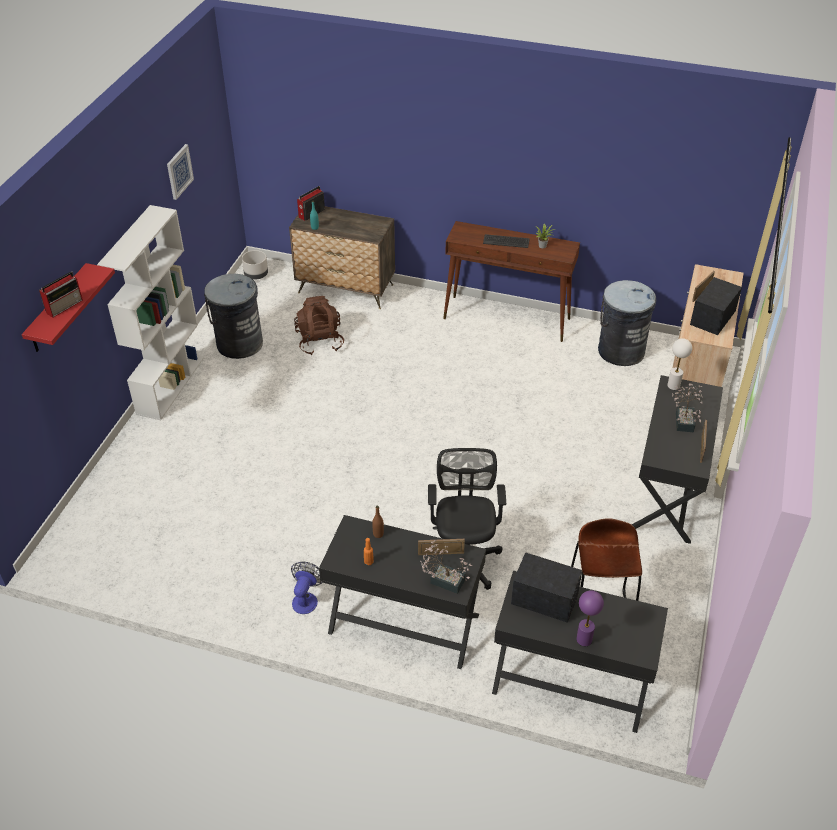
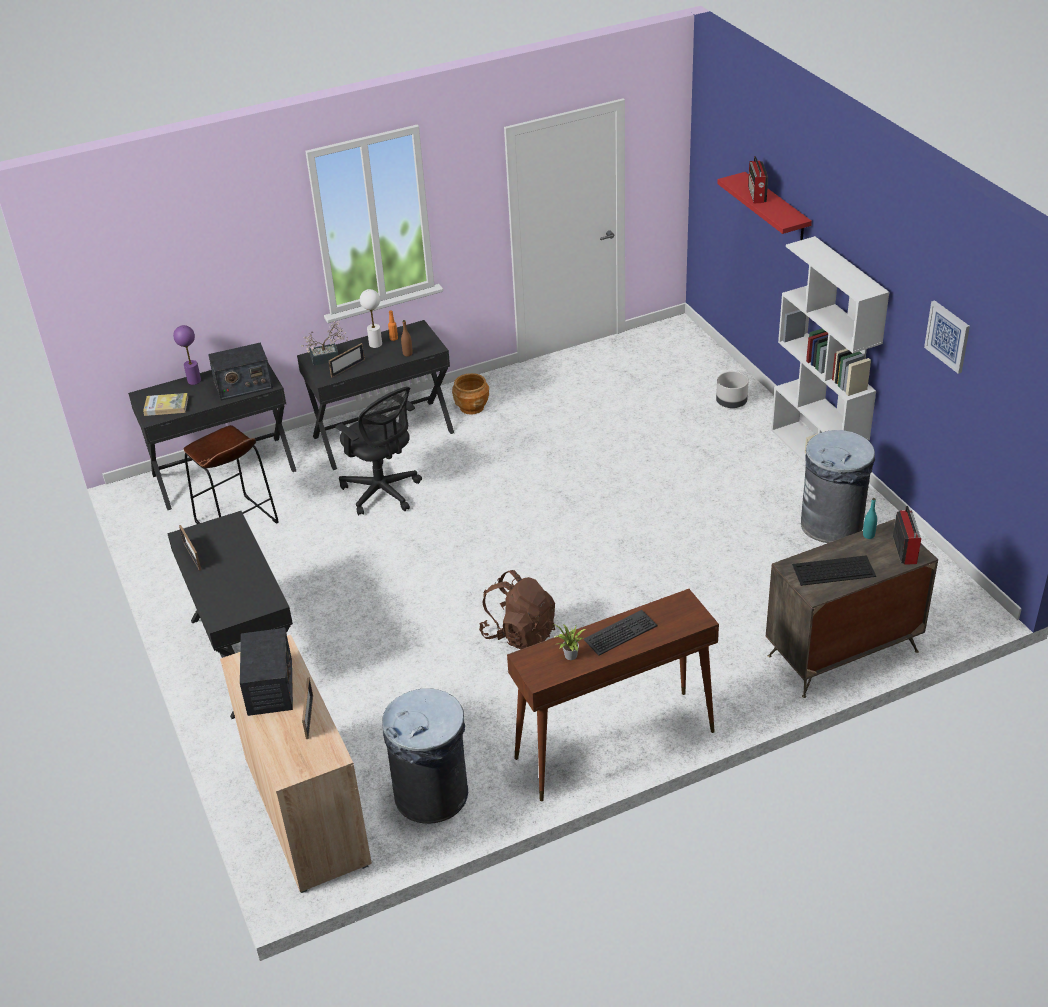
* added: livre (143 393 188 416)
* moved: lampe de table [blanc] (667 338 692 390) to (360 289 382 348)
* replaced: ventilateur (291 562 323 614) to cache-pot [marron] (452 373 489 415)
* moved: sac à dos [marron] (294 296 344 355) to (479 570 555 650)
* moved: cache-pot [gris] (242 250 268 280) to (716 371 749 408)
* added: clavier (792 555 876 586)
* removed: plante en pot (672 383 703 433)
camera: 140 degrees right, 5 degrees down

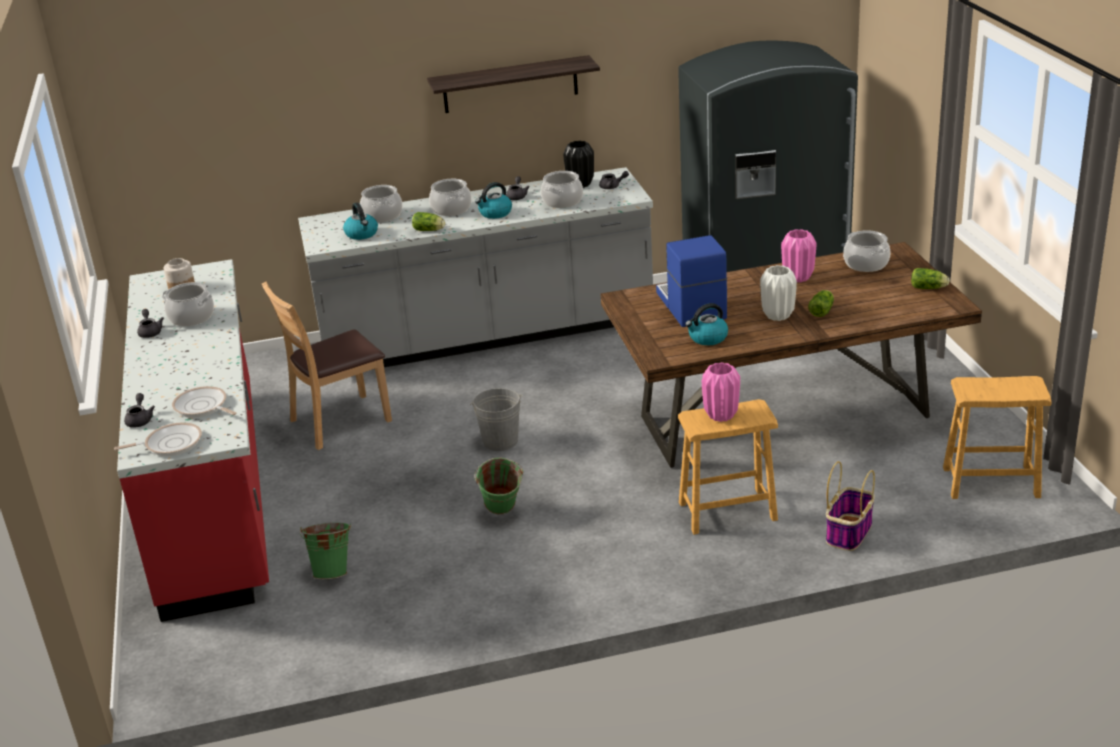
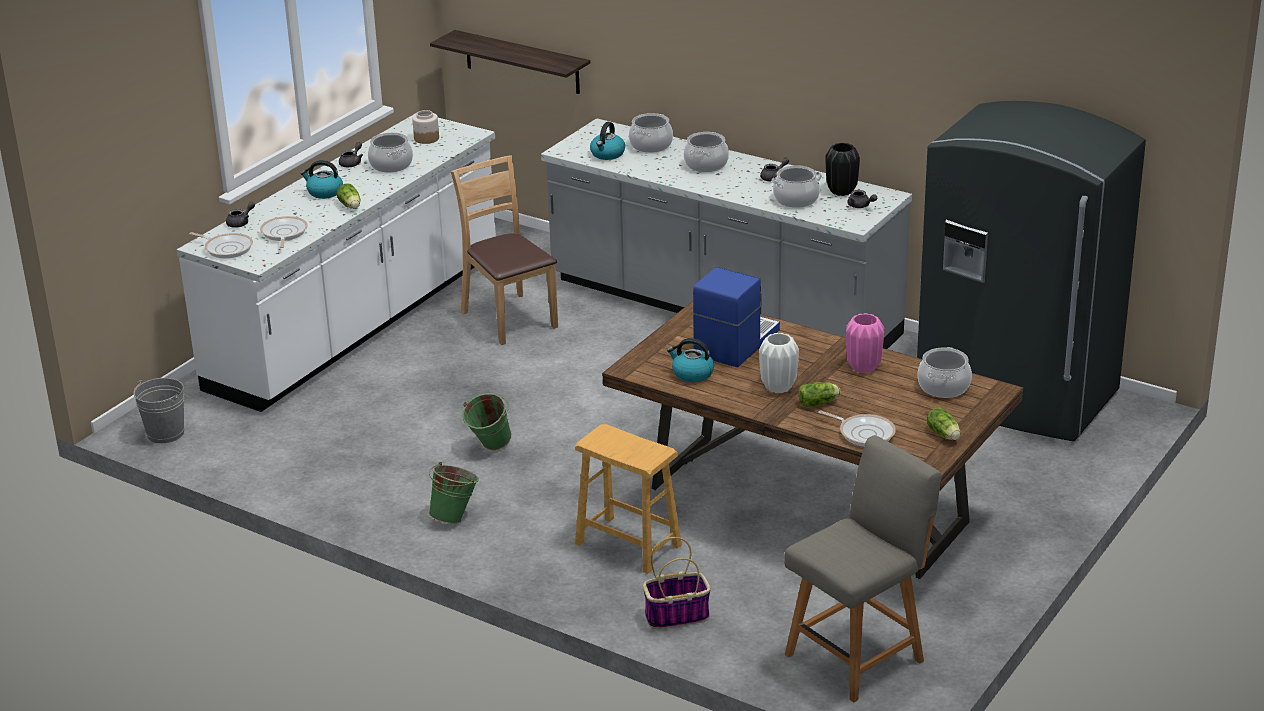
* moved: seau [gris] (470 388 523 451) to (133 378 184 443)
* recoloured: comptoir de cuisine [rouge] (117 259 269 622) to comptoir de cuisine [blanc] (177 113 496 412)
* moved: bouilloire (475 182 512 219) to (301 160 343 199)
* moved: laitue (412 212 445 231) to (337 183 360 209)
* moved: seau [vert] (300 523 351 579) to (429 462 479 524)
* moved: étagère (427 55 600 113) to (430 30 590 94)
* turned: chaise [marron] (262 282 392 450) = (451 155 558 345) 45 degrees clockwise
* replaced: tabouret [marron] (943 376 1051 499) to chaise [gris] (784 435 942 702)
* added: poêle (818 410 896 447)
* removed: vase [rose] (702 362 740 422)
camera: 45 degrees right, 0 degrees up

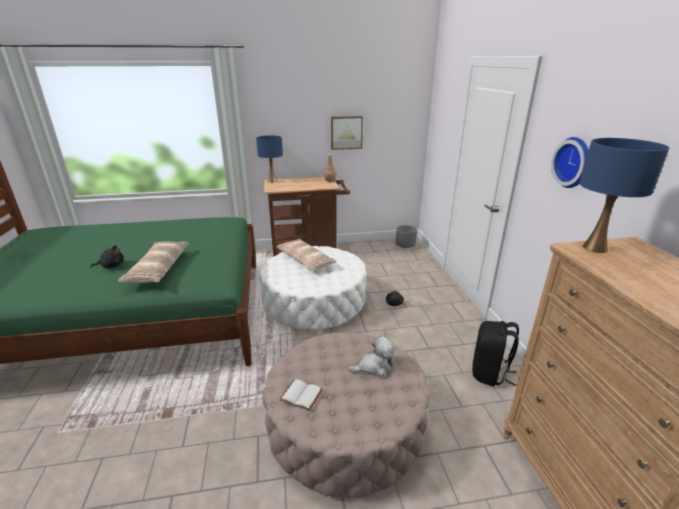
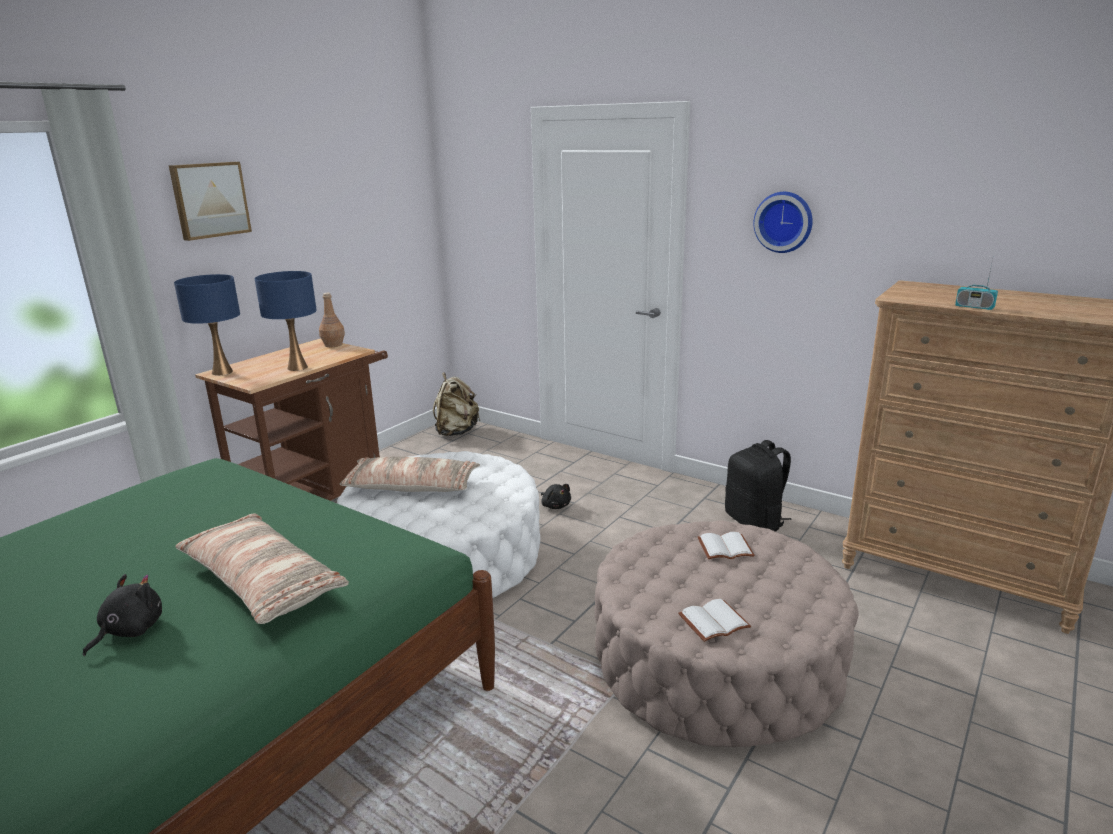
* moved: tableau (331 116 363 150) to (169 162 252 241)
* moved: lampe de table [bleu] (580 138 669 253) to (255 271 317 371)
* replaced: cache-pot [gris] (396 225 417 248) to sac à dos [beige] (433 372 480 436)
* replaced: peluche (348 335 396 377) to livre [blanc] (698 532 755 559)
* added: radio (955 259 998 310)
camera: 45 degrees left, 5 degrees down

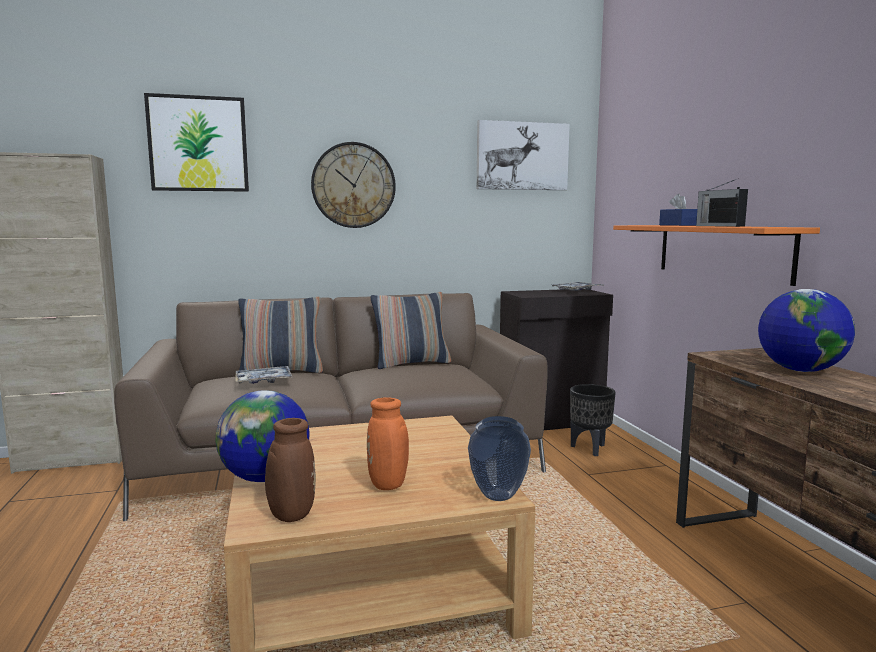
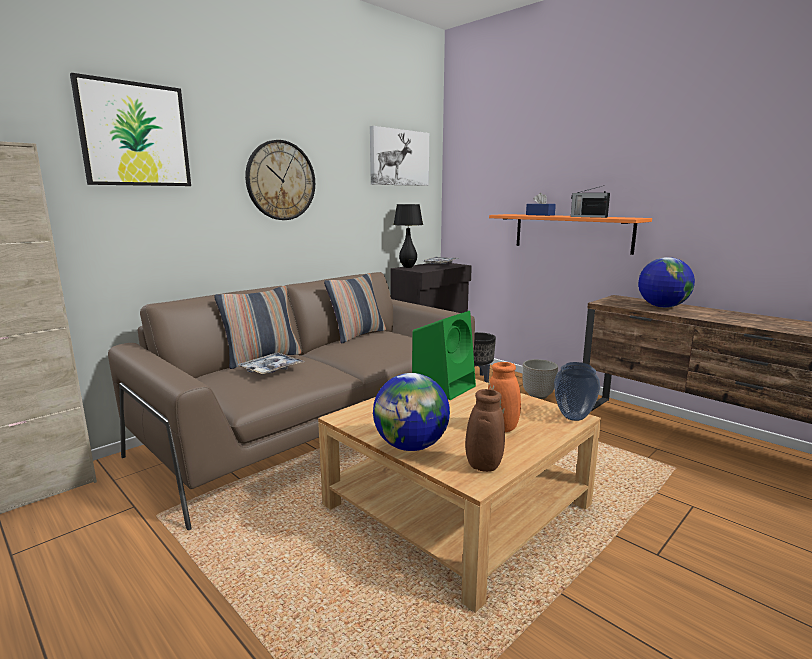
* added: lampe de table [noir] (393 204 423 268)
* added: enceinte [vert] (412 311 476 400)
* added: cache-pot (522 359 558 399)
camera: 30 degrees left, 5 degrees up

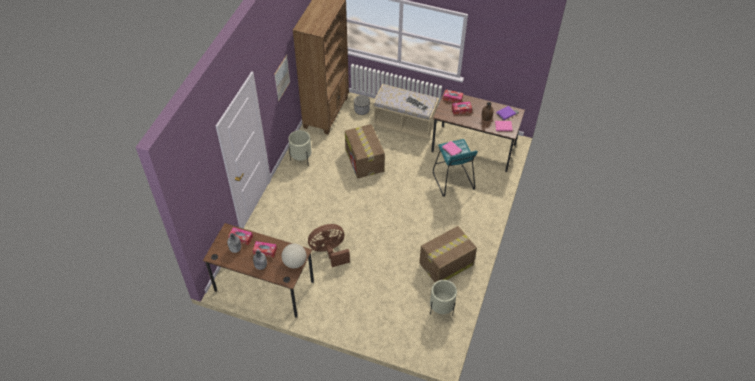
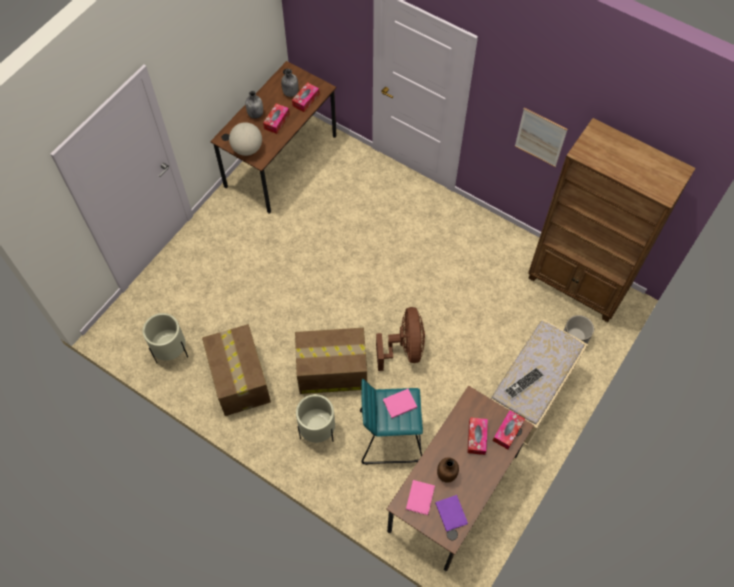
* moved: carton (345 124 385 178) to (295 328 367 394)
* moved: cache-pot [beige] (288 130 312 163) to (296 394 335 443)
* moved: ventilateur [marron] (308 224 350 267) to (376 307 425 371)
camera: 105 degrees right, 10 degrees up

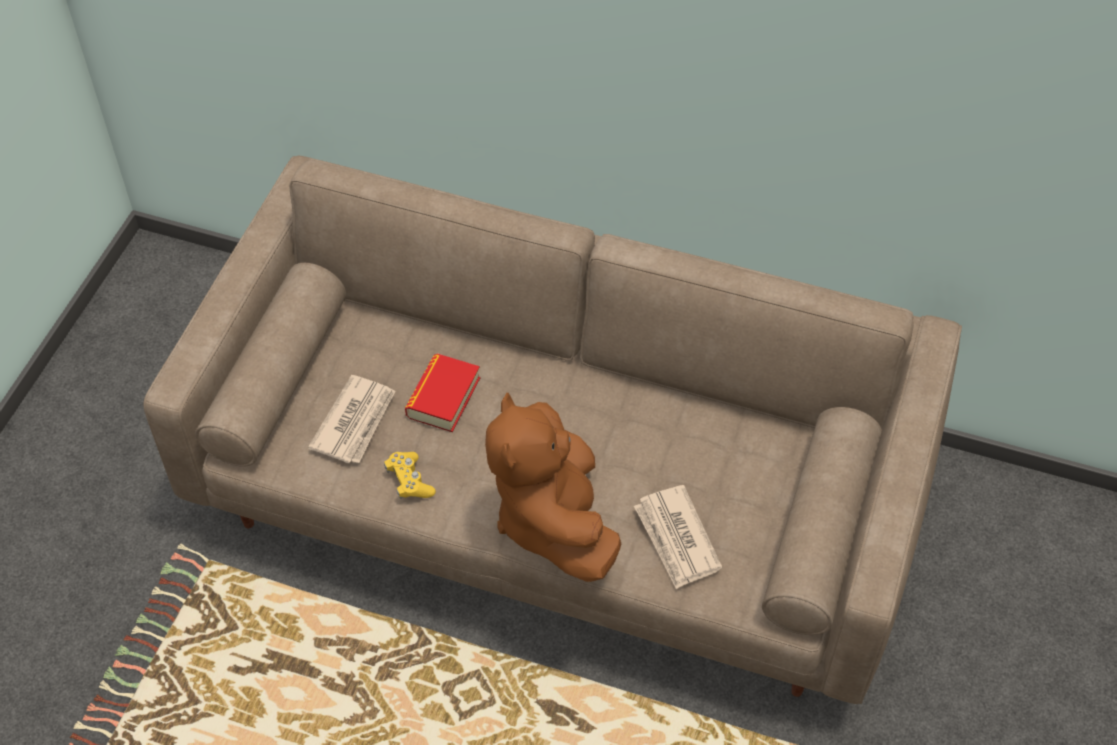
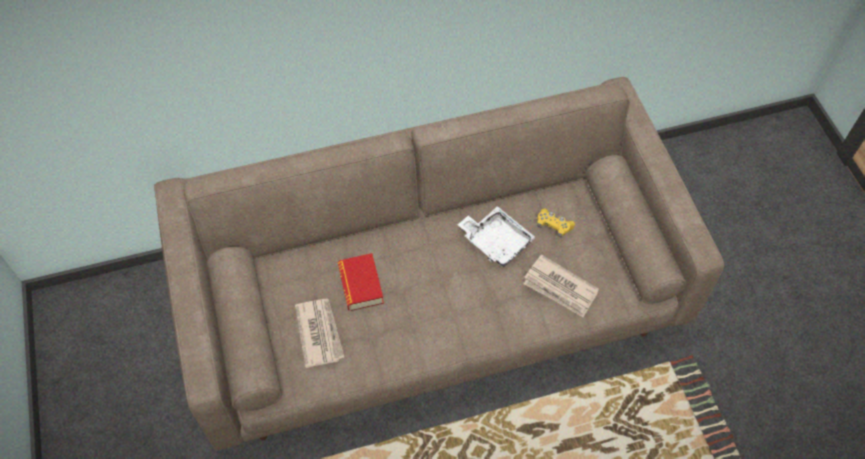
* added: plateau [blanc] (458 206 536 267)
* moved: manette [jaune] (384 452 436 499) to (537 209 575 238)
* removed: peluche [marron] (485 393 621 582)
camera: 35 degrees left, 5 degrees up

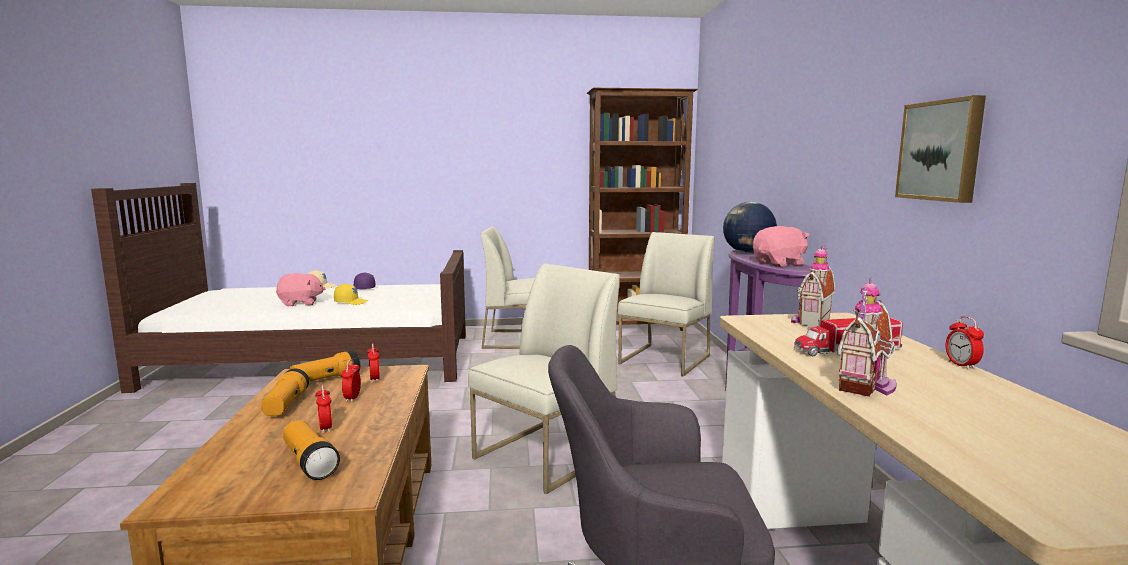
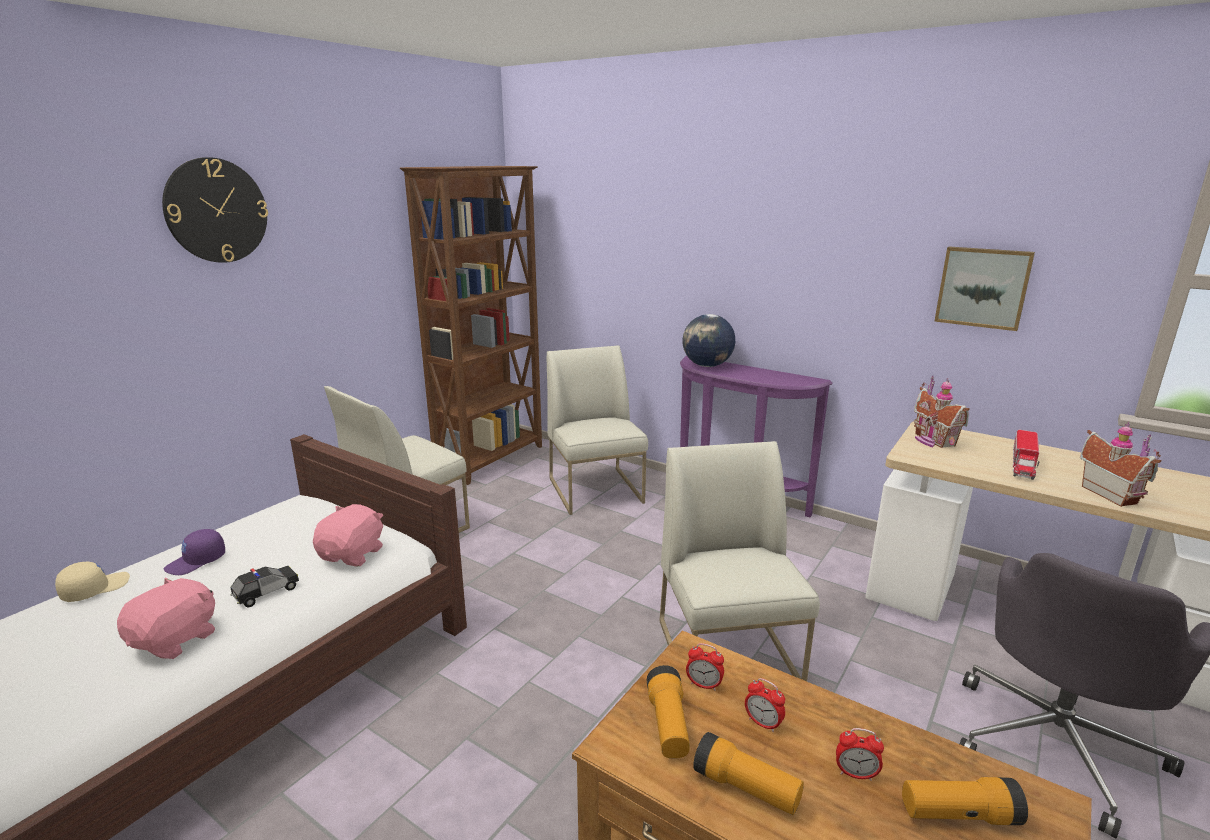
* added: horloge murale (162 157 268 263)
* replaced: casquette [jaune] (334 284 369 305) to petite voiture (230 566 299 607)
* moved: peluche [rose] (753 226 809 267) to (313 504 383 567)
* removed: réveil (946 316 984 369)
camera: 50 degrees left, 10 degrees up

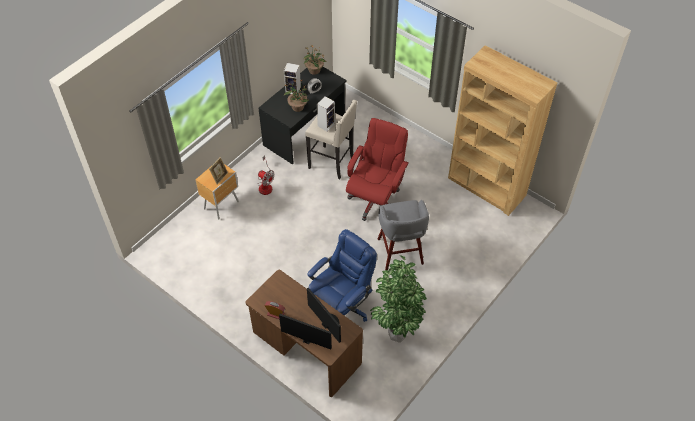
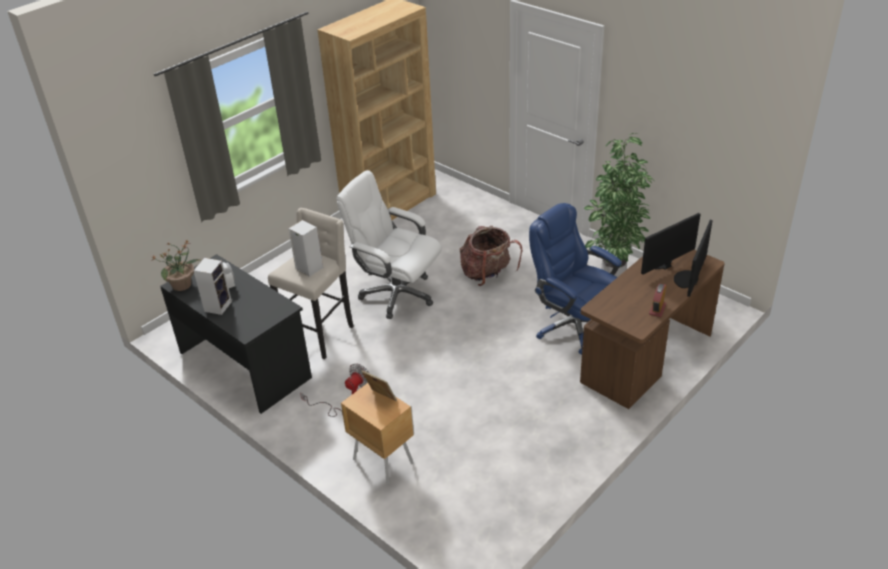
* recoloured: chaise de bureau [rouge] (346 118 409 221) to chaise de bureau [blanc] (336 170 442 319)
* replaced: tabouret [gris] (378 200 429 270) to sac à dos (460 226 523 286)
* removed: plante en pot (284 80 309 112)
camera: 85 degrees left, 15 degrees down

